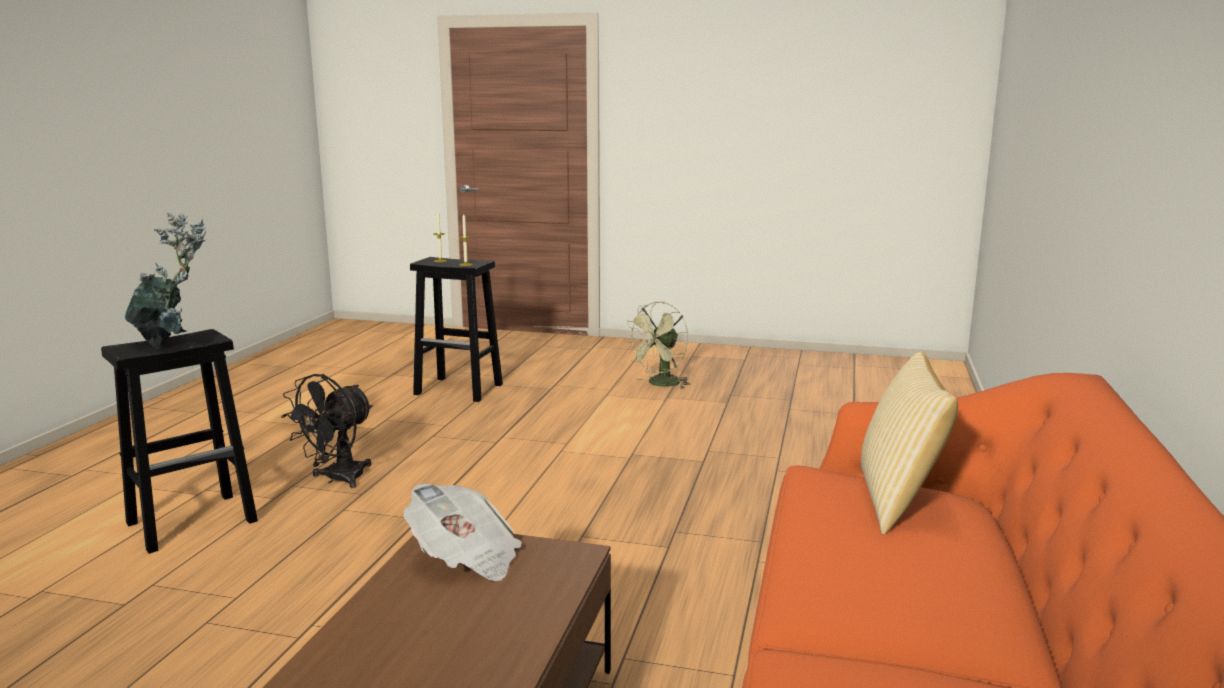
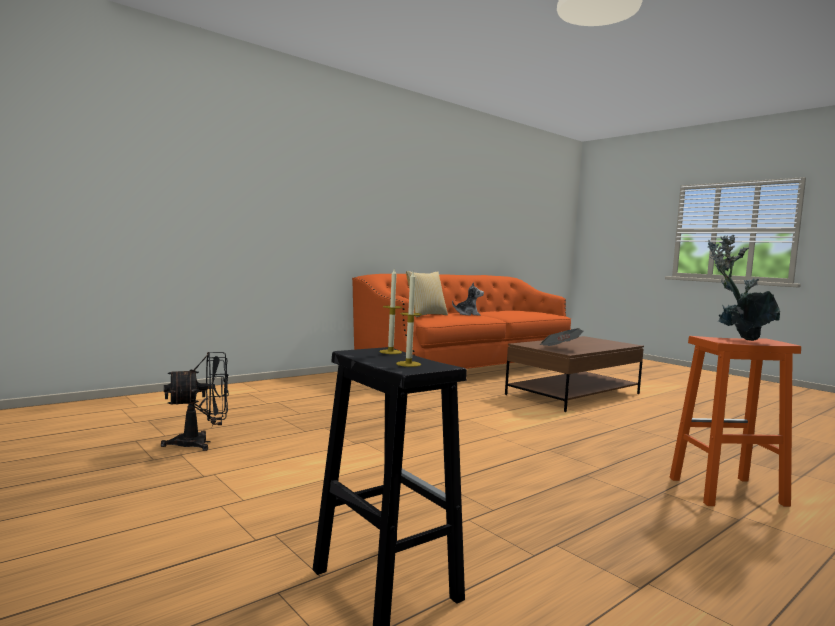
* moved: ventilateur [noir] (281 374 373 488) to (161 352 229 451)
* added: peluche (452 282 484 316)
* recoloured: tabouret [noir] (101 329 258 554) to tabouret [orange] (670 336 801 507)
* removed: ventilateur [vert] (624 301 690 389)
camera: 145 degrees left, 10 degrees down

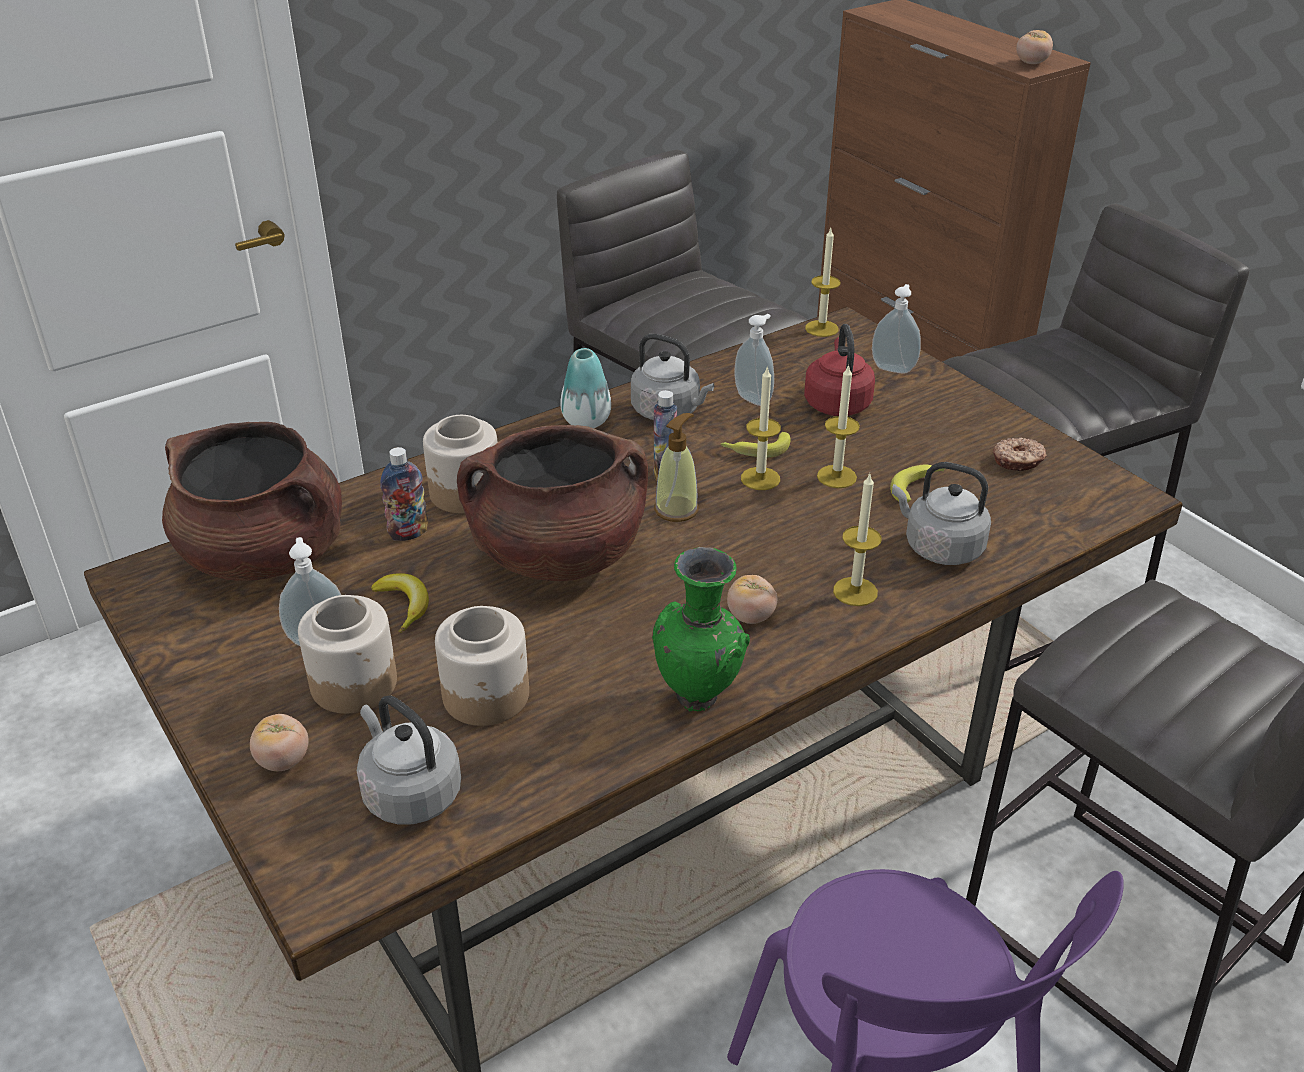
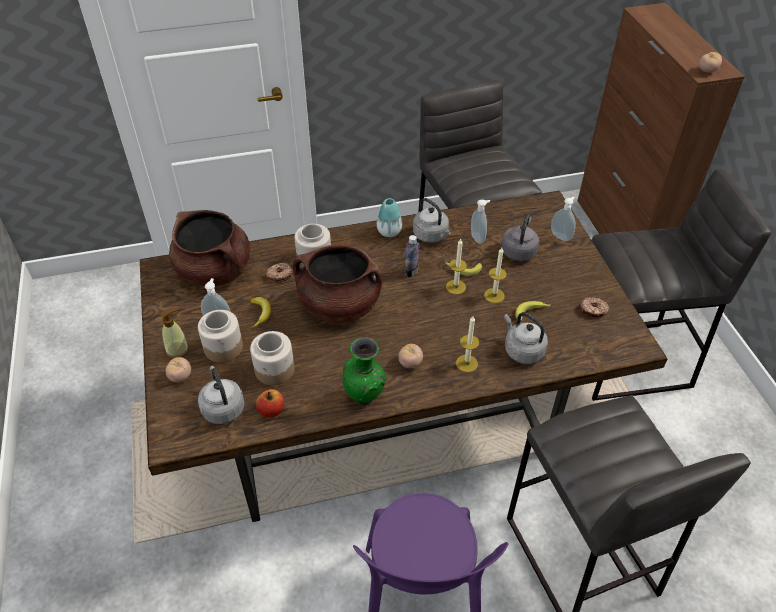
* moved: distributeur de savon (654 413 699 522) to (160 308 189 359)
* added: pomme (256 389 284 418)
* replaced: bouteille (380 447 428 541) to beignet (266 262 293 283)
* recoloured: bouilloire [rouge] (804 324 875 416) to bouilloire [gris] (501 214 539 261)
* removed: bougie (805 228 840 337)
camera: 20 degrees right, 10 degrees up

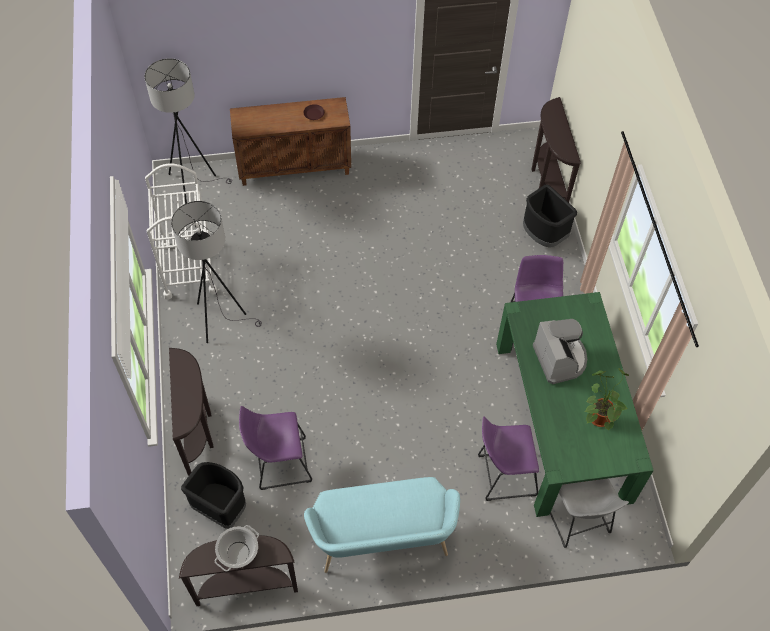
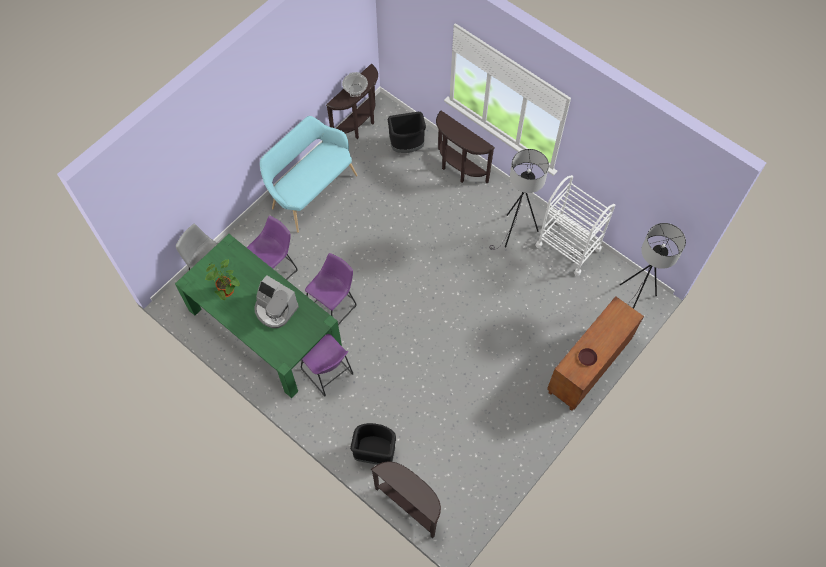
* moved: tabouret [violet] (239 406 312 490) to (305 253 356 325)
camera: 140 degrees right, 5 degrees up

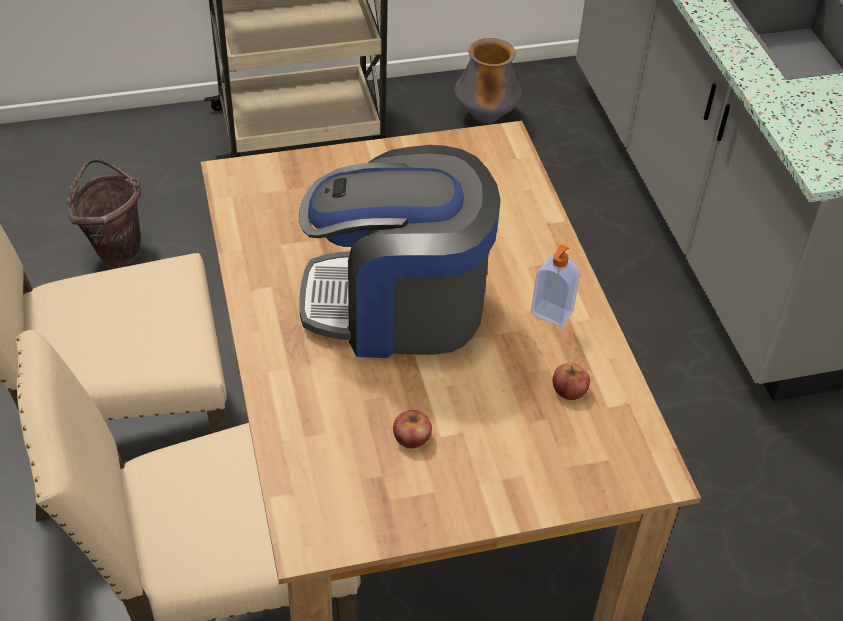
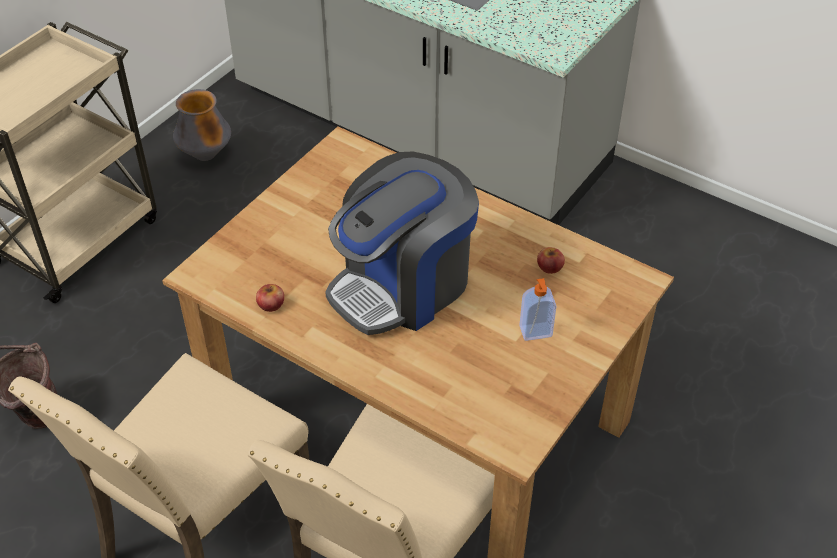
* moved: pomme (393 410 432 448) to (256 284 284 312)
* moved: distributeur de savon (531 244 580 327) to (519 278 557 341)
camera: 40 degrees left, 0 degrees up

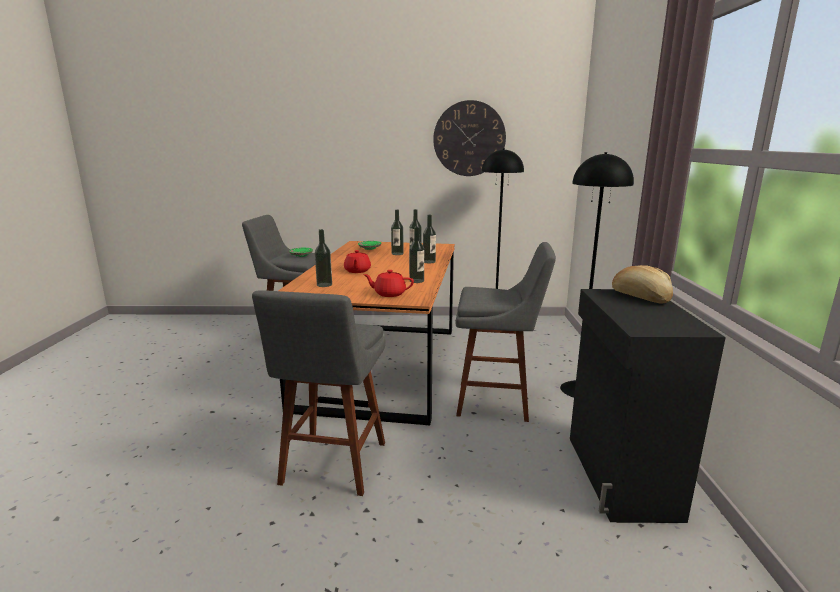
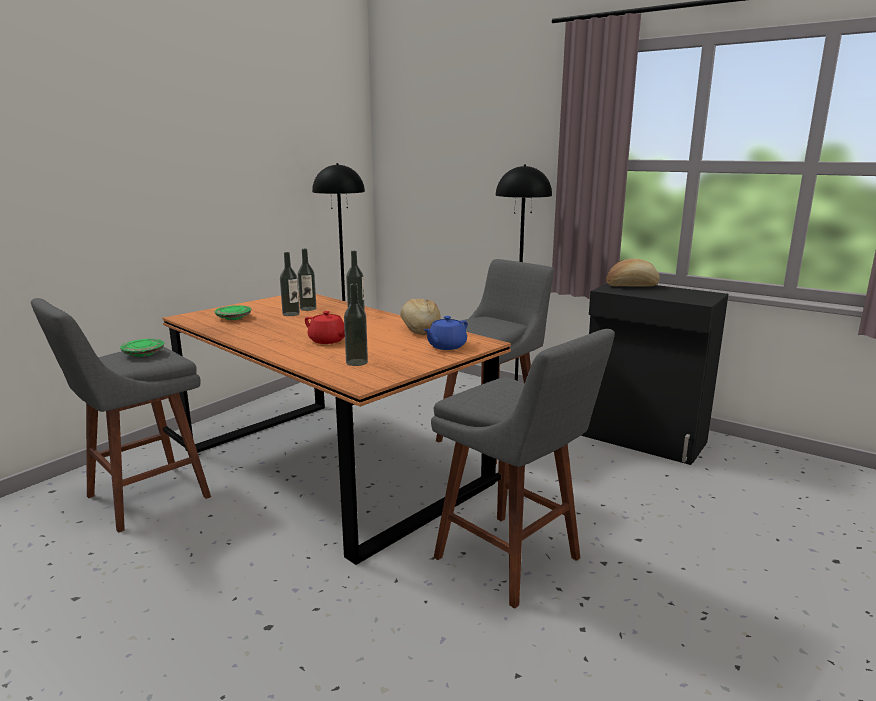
* replaced: bouteille (409 227 424 283) to pain (400 299 441 335)
* recoloured: théière [rouge] (363 270 414 297) to théière [bleu] (423 316 468 350)
* removed: horloge murale (433 100 506 176)
camera: 55 degrees left, 0 degrees up

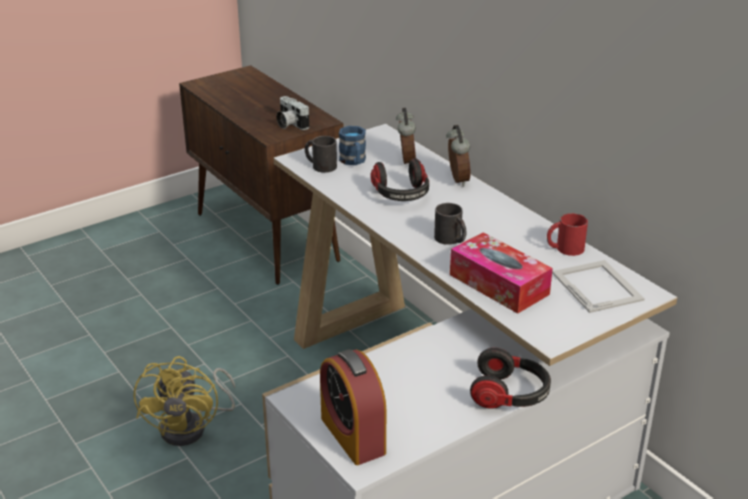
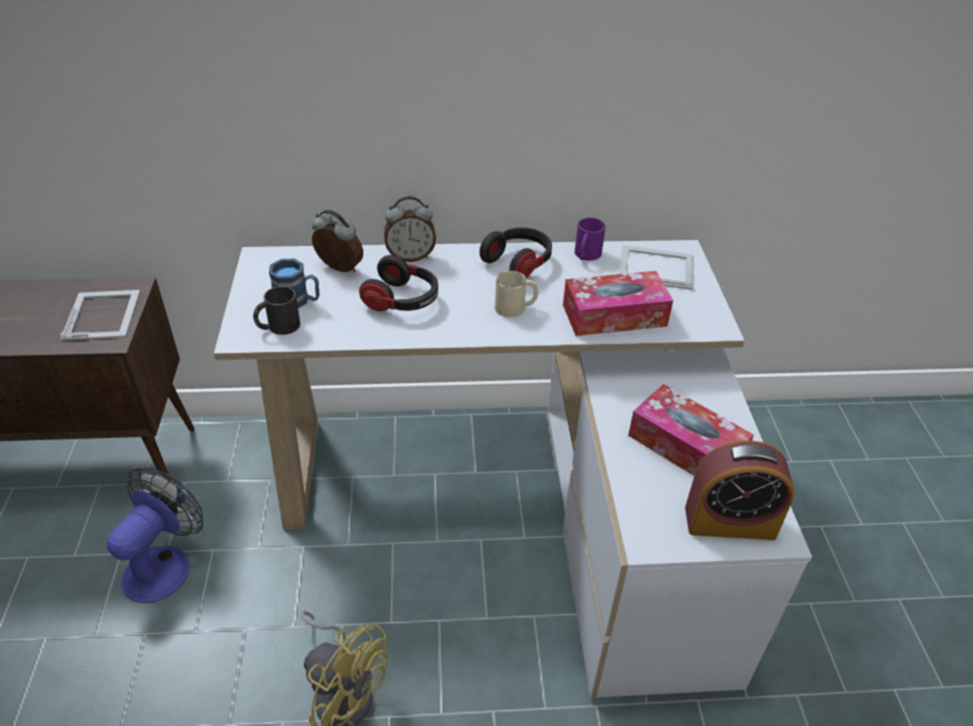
* replaced: appareil photo (276 96 309 130) to cadre photo (60 290 140 341)
* added: ventilateur (106 468 203 603)
* turned: réveil (446 125 471 186) = (384 196 436 262) 150 degrees clockwise
* moved: casque audio (470 348 551 409) to (480 227 552 278)
* recoloured: mug [noir] (434 203 466 245) to mug [beige] (495 270 538 318)
* recoloured: mug [rouge] (547 213 588 256) to mug [violet] (575 217 606 261)
* added: boîte à mouchoirs (628 384 754 476)
camera: 60 degrees left, 10 degrees up

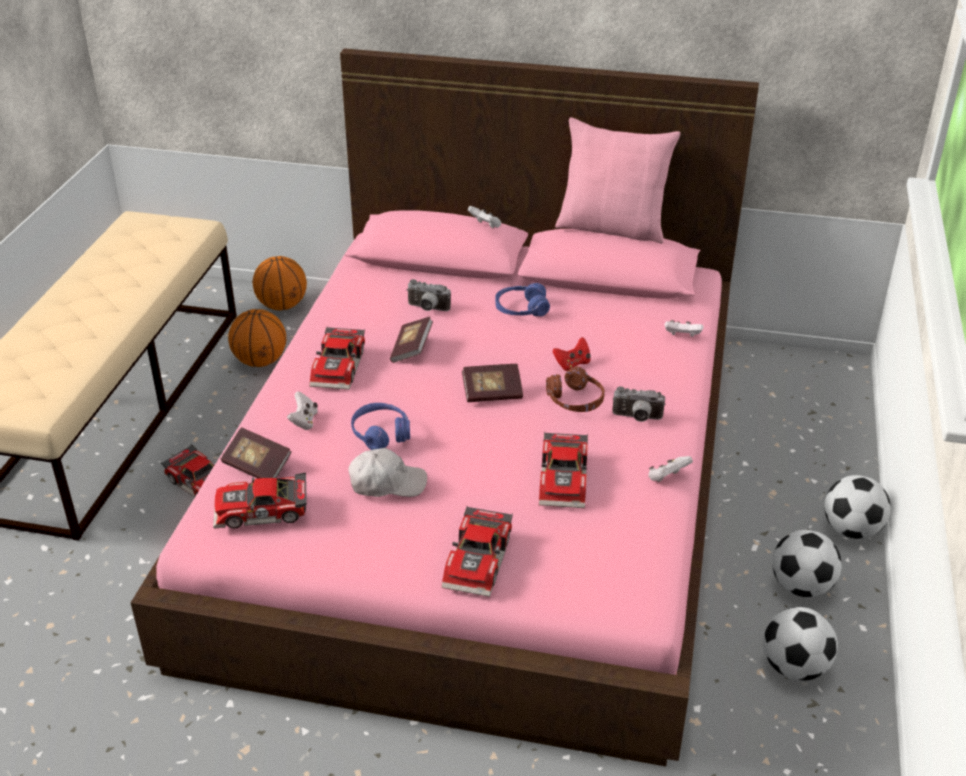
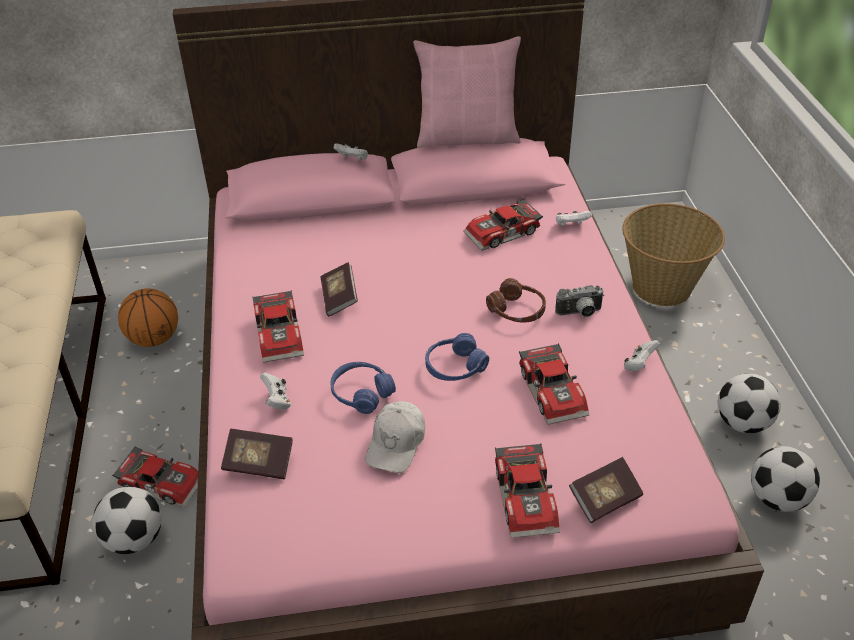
* moved: ballon de foot (824 475 891 539) to (92 486 162 554)
* turned: casquette [blanc] (348 448 427 497) = (366 401 425 473) 135 degrees clockwise
* moved: casque audio [bleu] (495 283 550 316) to (425 333 489 381)
* moved: petite voiture (213 473 307 529) to (463 198 543 251)
* moved: livre (462 364 523 402) to (569 457 643 523)
* added: panier (622 203 725 306)
* removed: ballon de basket (253 256 307 311)
* removed: appareil photo (406 279 451 311)
* removed: manette [rouge] (553 337 591 371)
camera: 20 degrees left, 5 degrees up

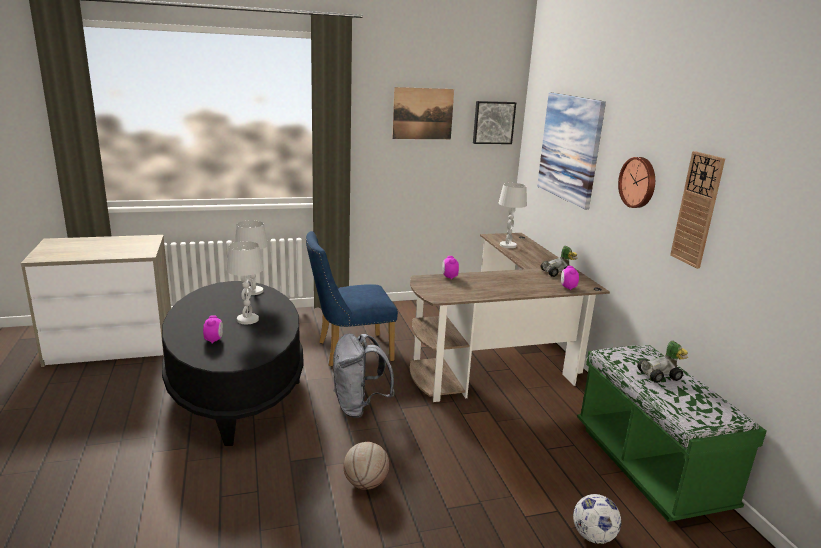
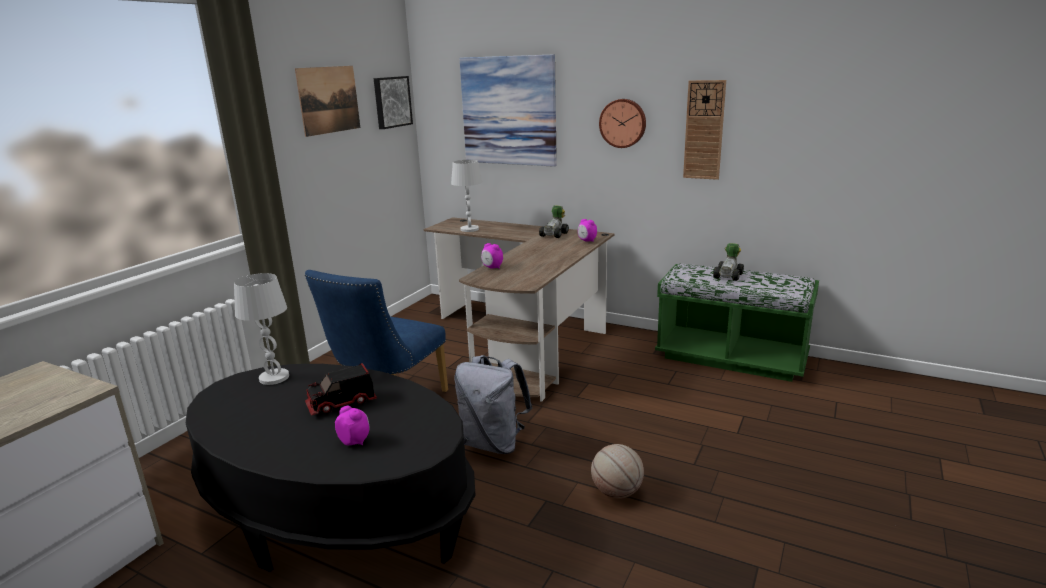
* replaced: lampe de table [blanc] (226 241 264 324) to camion jouet (305 363 377 416)
* removed: ballon de foot (573 494 621 544)
camera: 45 degrees left, 0 degrees up

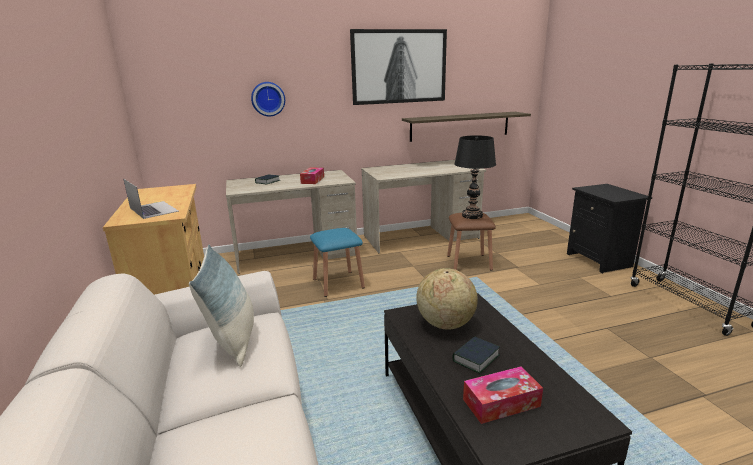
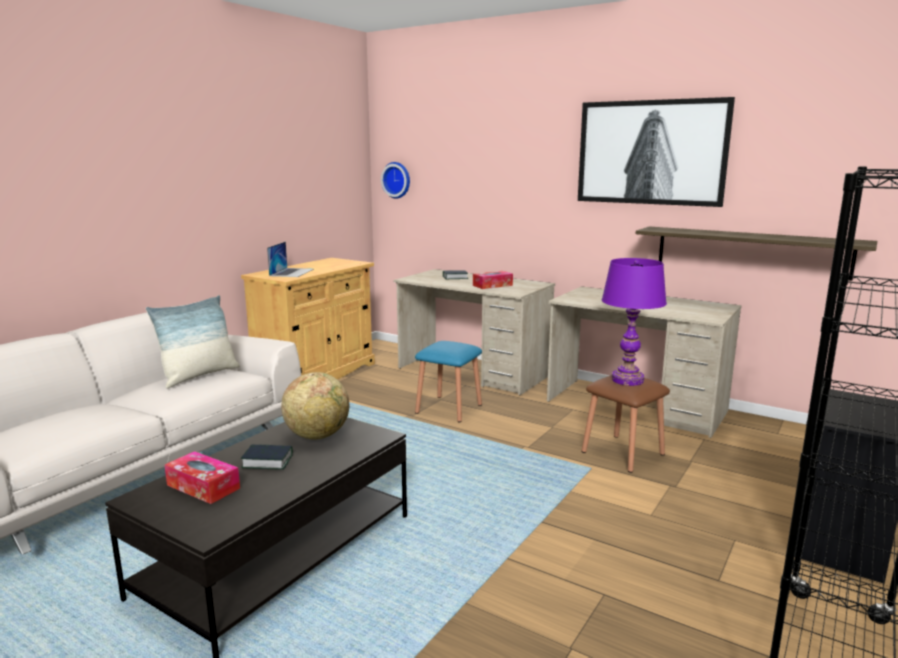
* moved: horloge murale (251 82 285 117) to (381 162 410 199)
* recoloured: lampe de table [noir] (454 135 496 219) to lampe de table [violet] (602 258 667 386)
camera: 50 degrees right, 5 degrees down

